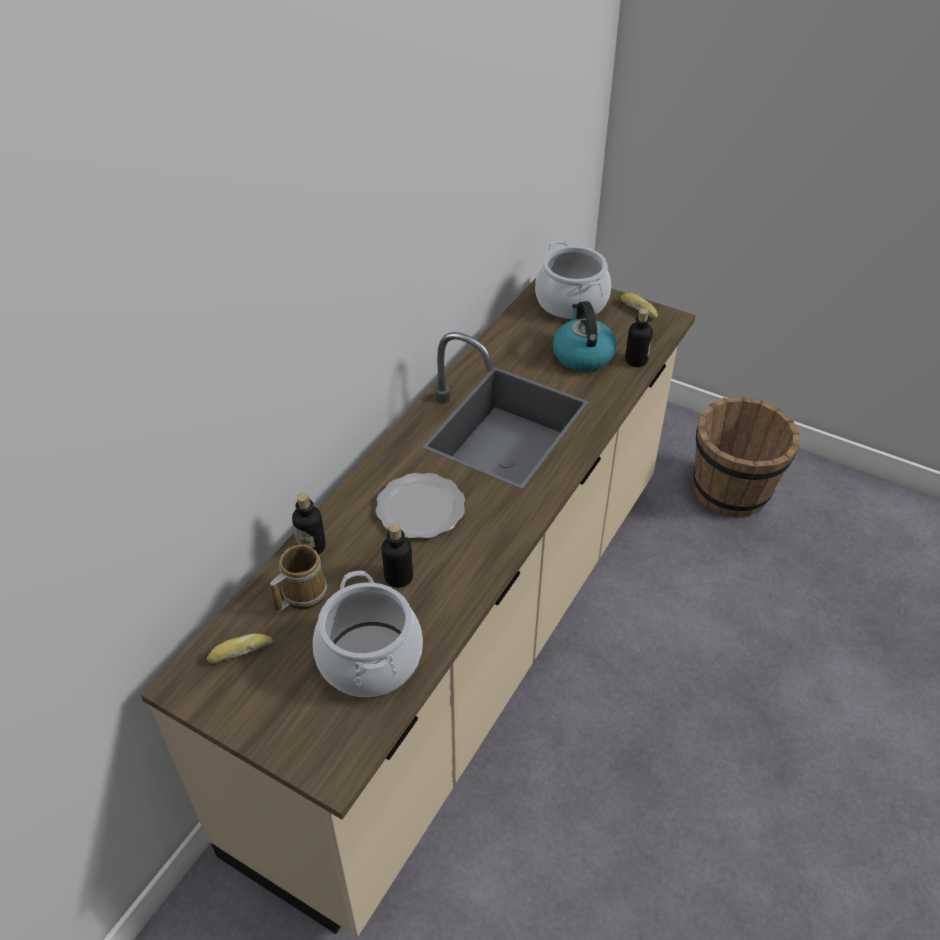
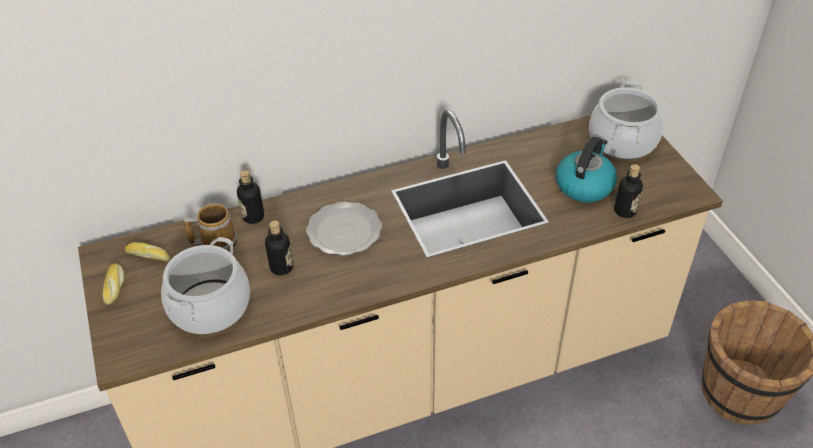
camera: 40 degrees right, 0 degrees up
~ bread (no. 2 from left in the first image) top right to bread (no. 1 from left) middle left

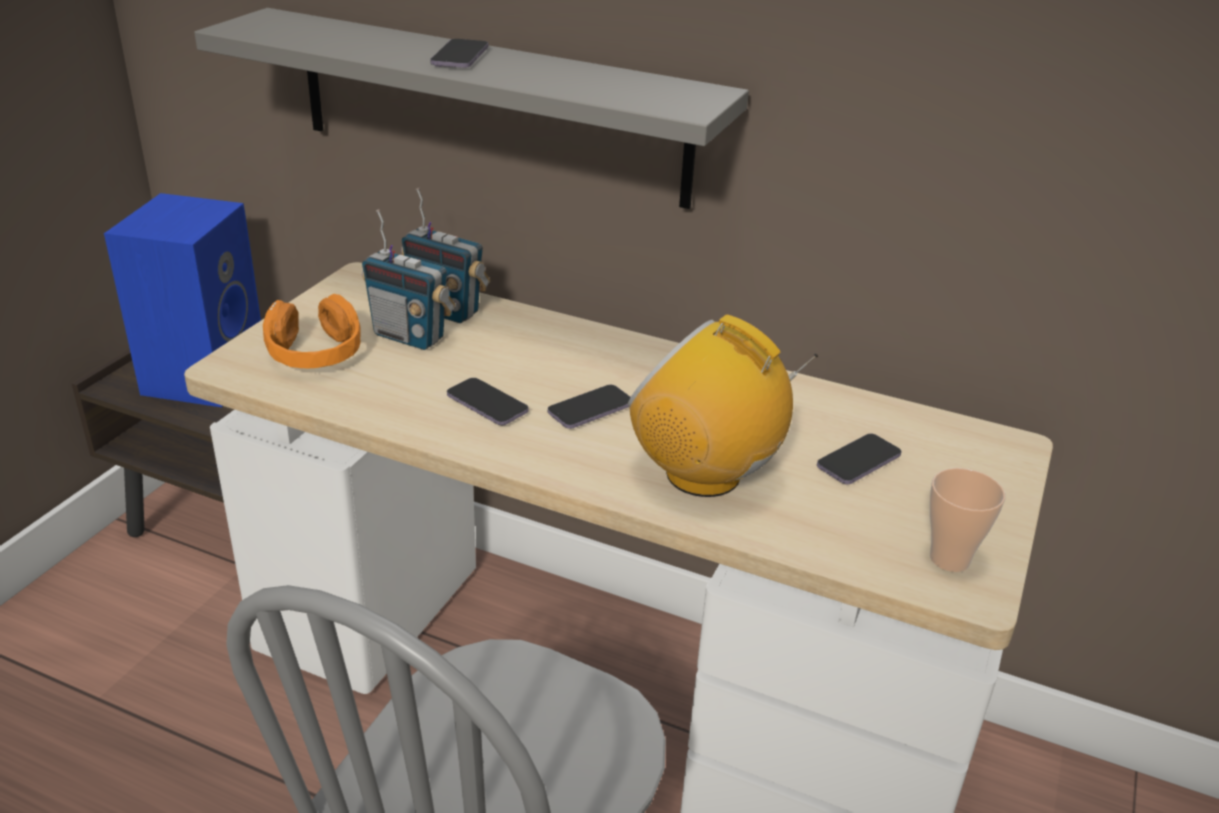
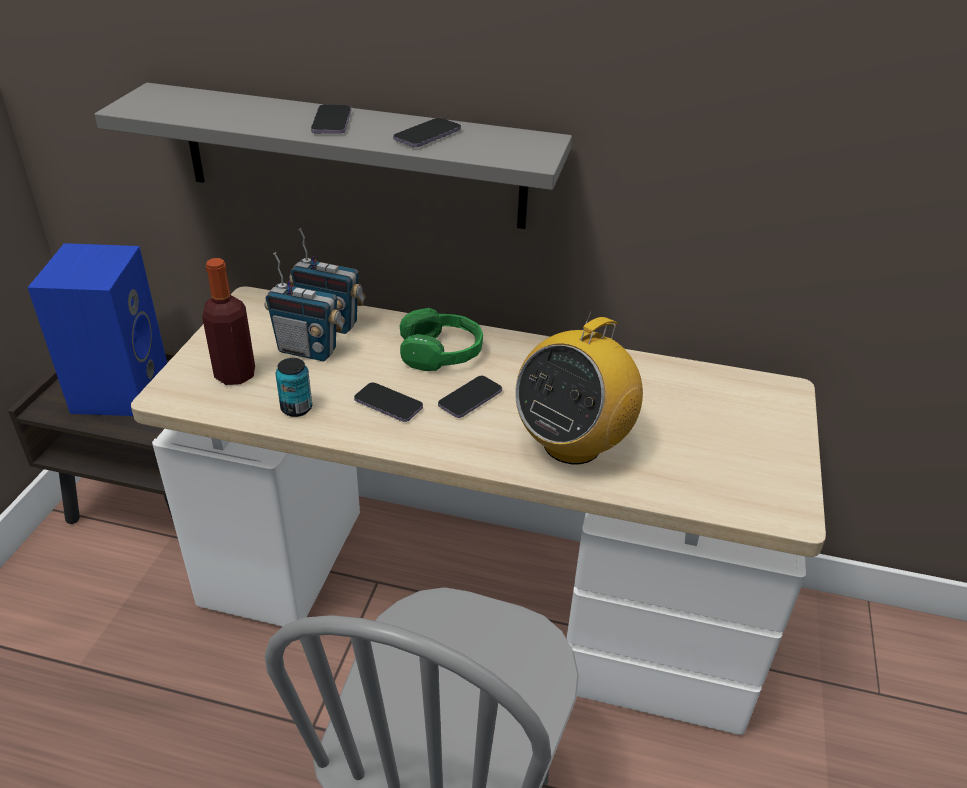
camera: 10 degrees left, 5 degrees up
~ headphones (orange) middle left to bottle middle left
~ radio (no. 3 from left) centre = centre 75 degrees counterclockwise
~ phone (no. 4 from left in the first image) middle right to phone (no. 3 from left) top centre
- cup middle right
+ can middle left
+ headphones (green) centre

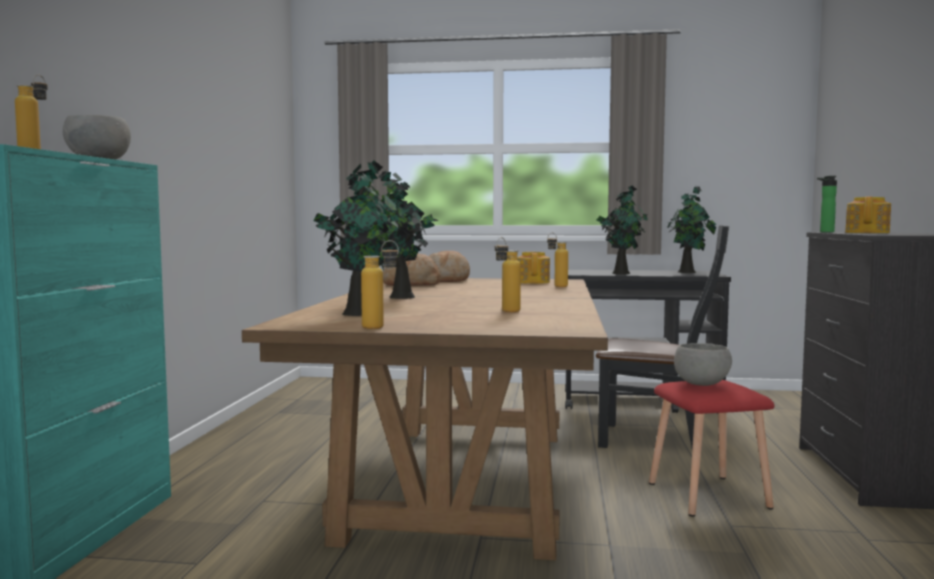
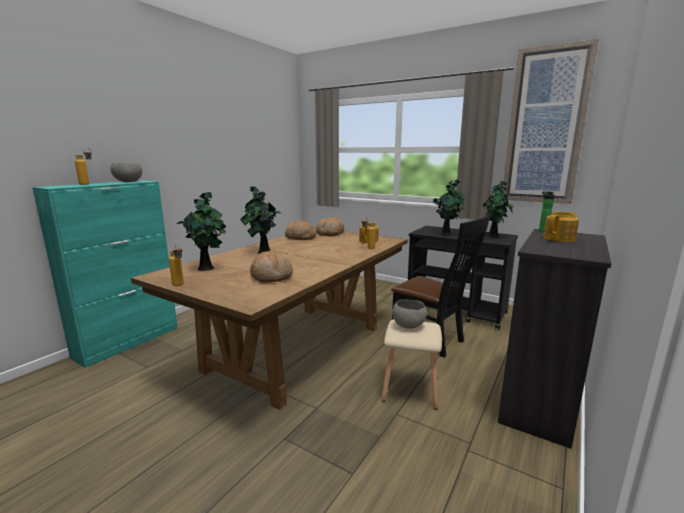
camera: 25 degrees right, 10 degrees up
~ bottle (no. 3 from left) centre to bread (no. 1 from left) centre
~ stool (red) bottom right to stool (beige) bottom centre
+ picture top right

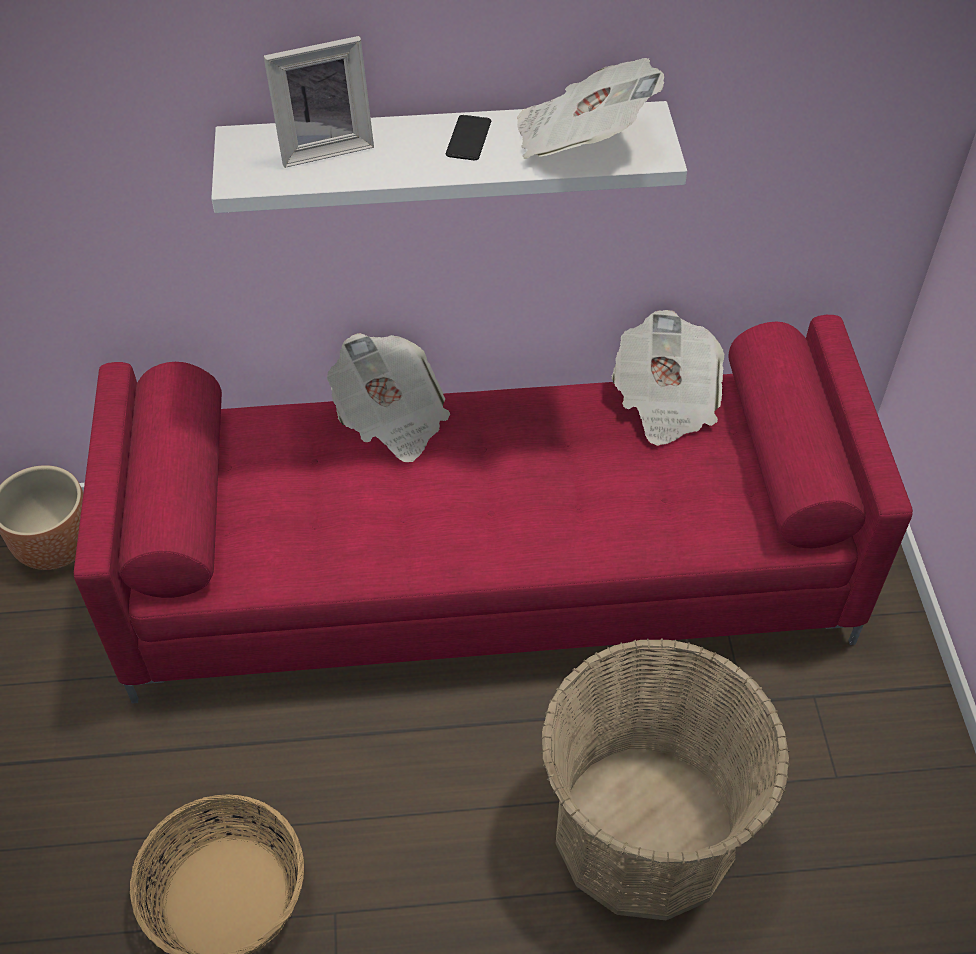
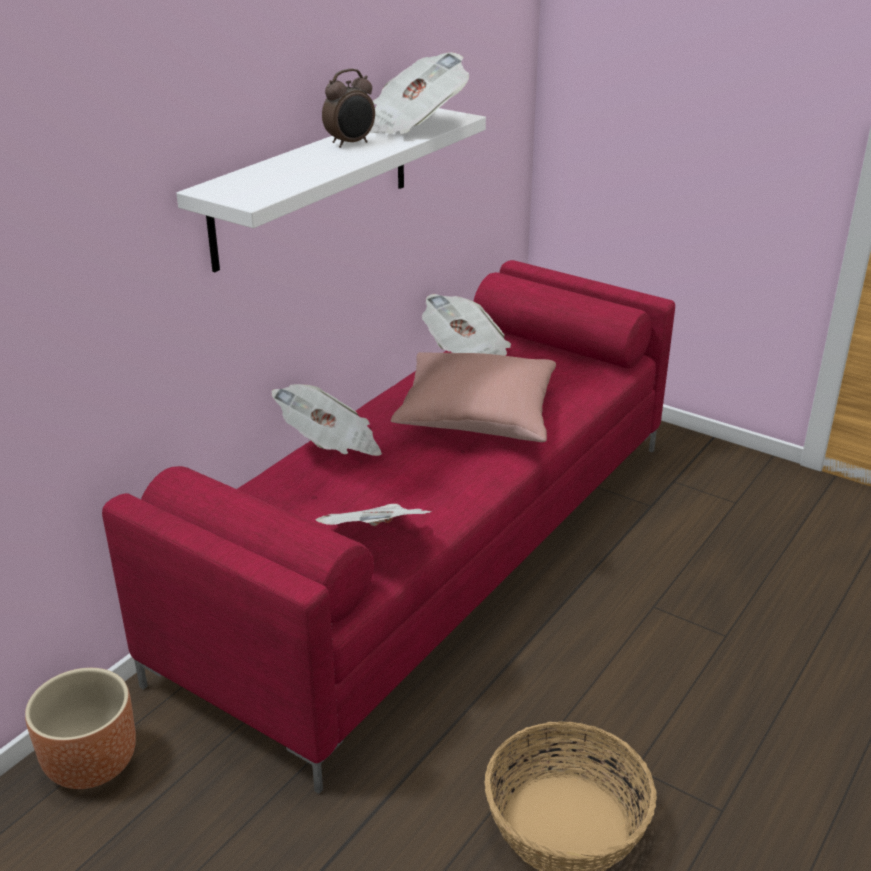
camera: 50 degrees left, 20 degrees down
- picture frame top left
~ phone top centre to alarm clock top centre
- basket (no. 2 from left) bottom right
+ newspaper (no. 2 from left) centre
+ pillow (pink) centre

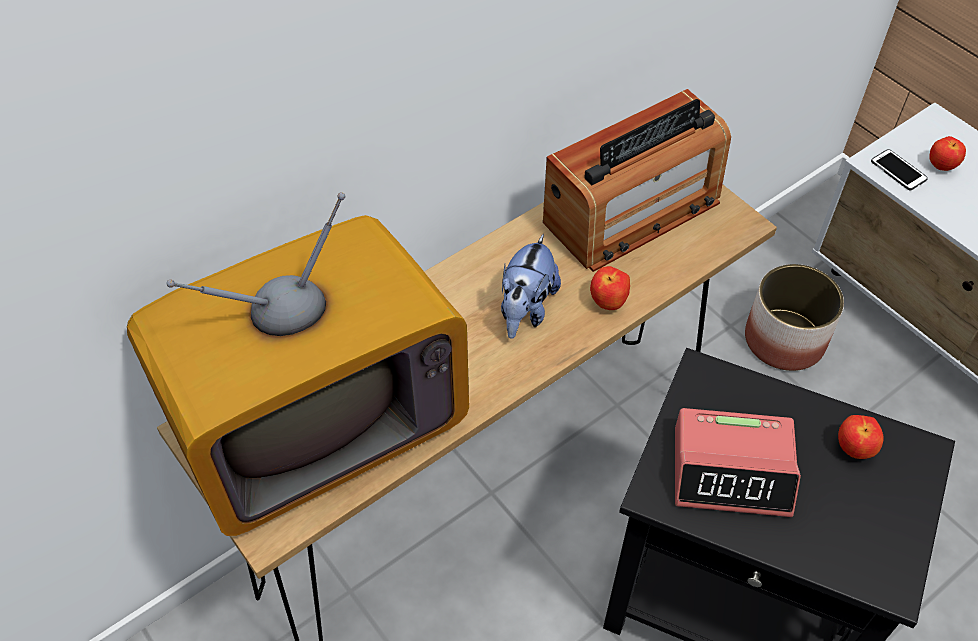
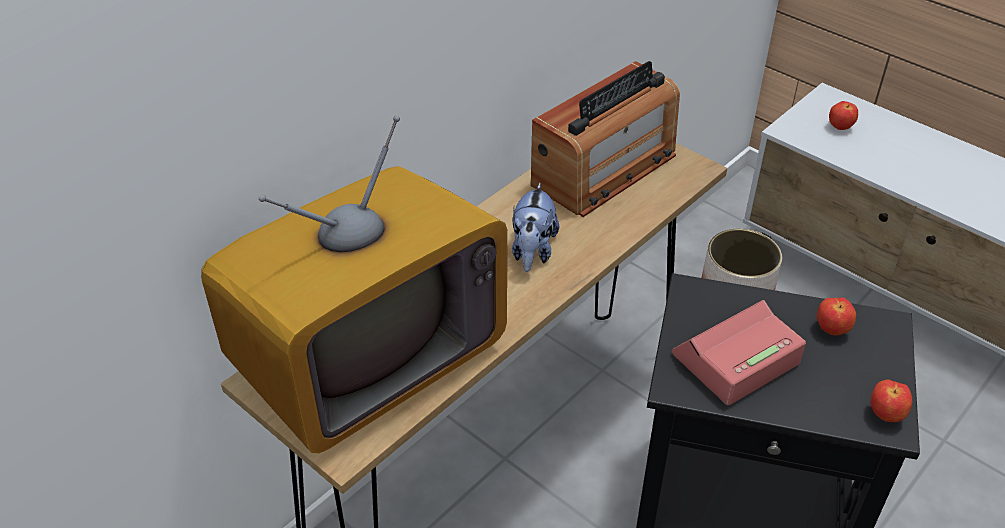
camera: 10 degrees left, 10 degrees down
~ apple (no. 1 from left in the first image) centre to apple (no. 3 from left) bottom right
~ alarm clock bottom right = bottom right 150 degrees clockwise
- phone top right

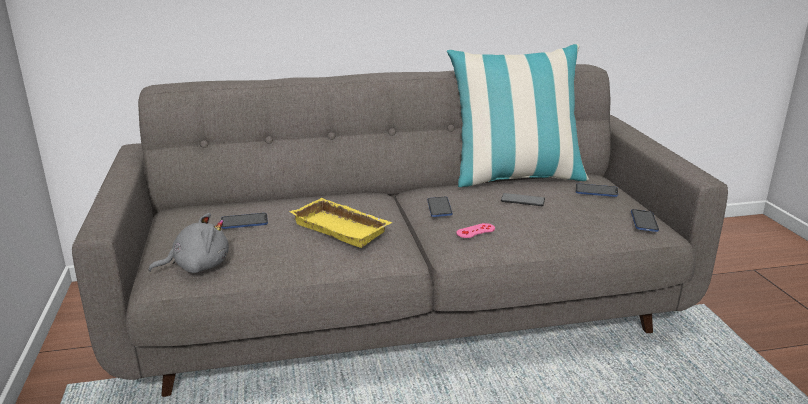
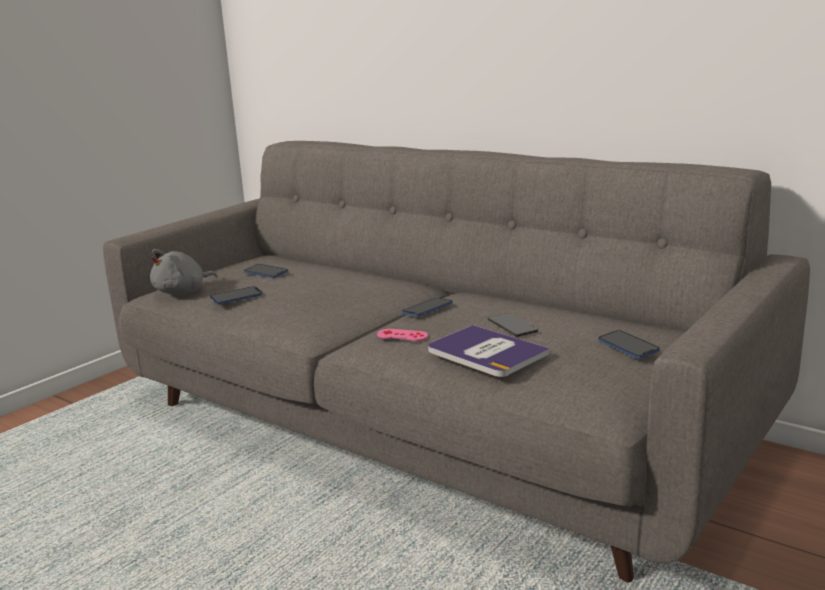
camera: 50 degrees right, 5 degrees down
~ plush toy (grey) middle left = middle left 105 degrees clockwise
- tray (yellow) centre
- pillow top centre
~ phone (no. 5 from left in the first image) middle right to phone (no. 1 from left) middle left
+ book centre

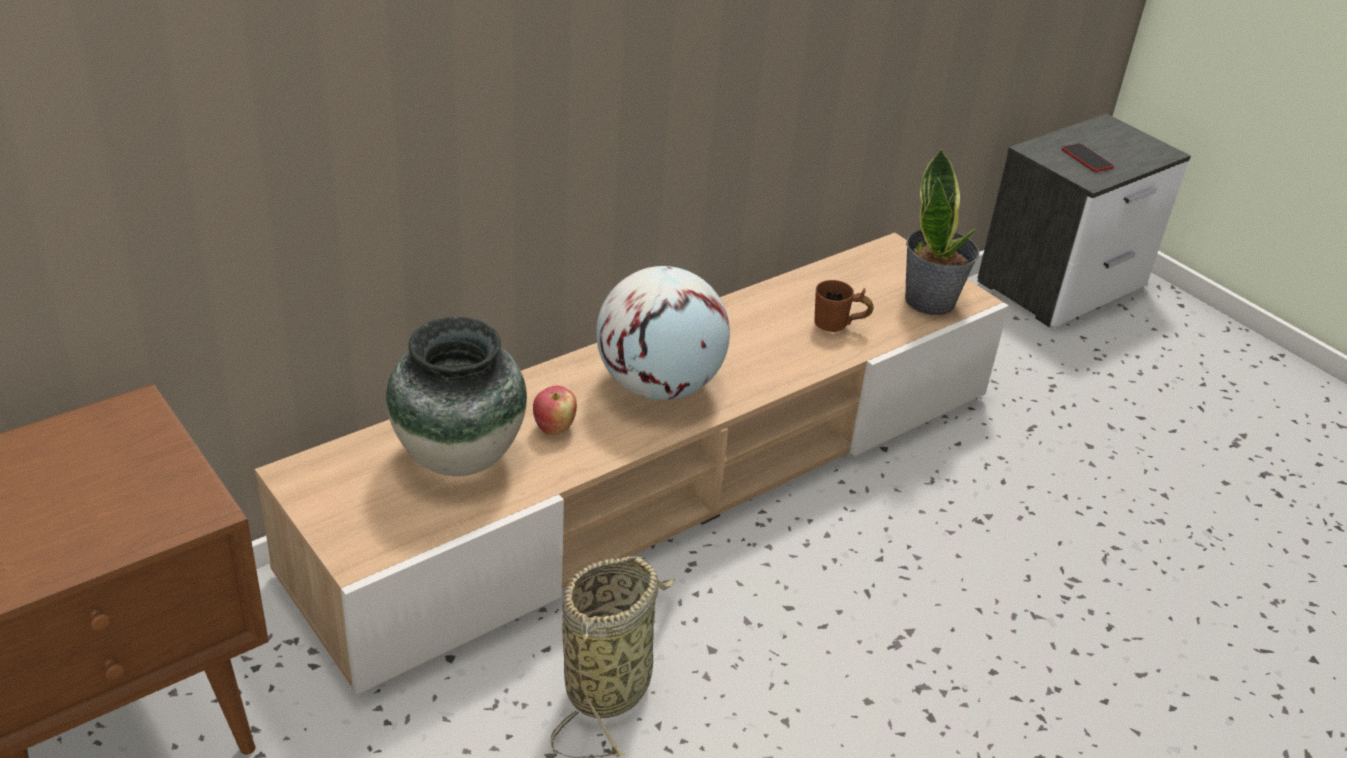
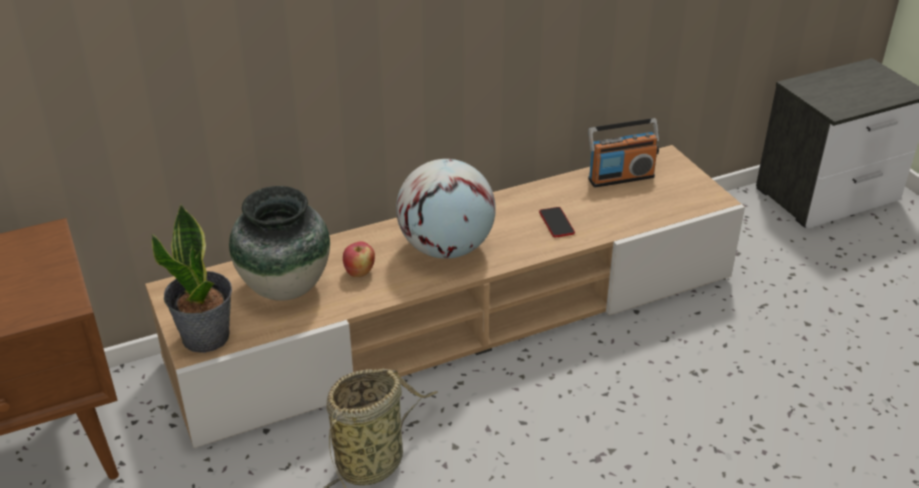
camera: 15 degrees right, 0 degrees up
- mug (brown) centre
~ potted plant top right to middle left
~ phone top right to centre
+ radio top right

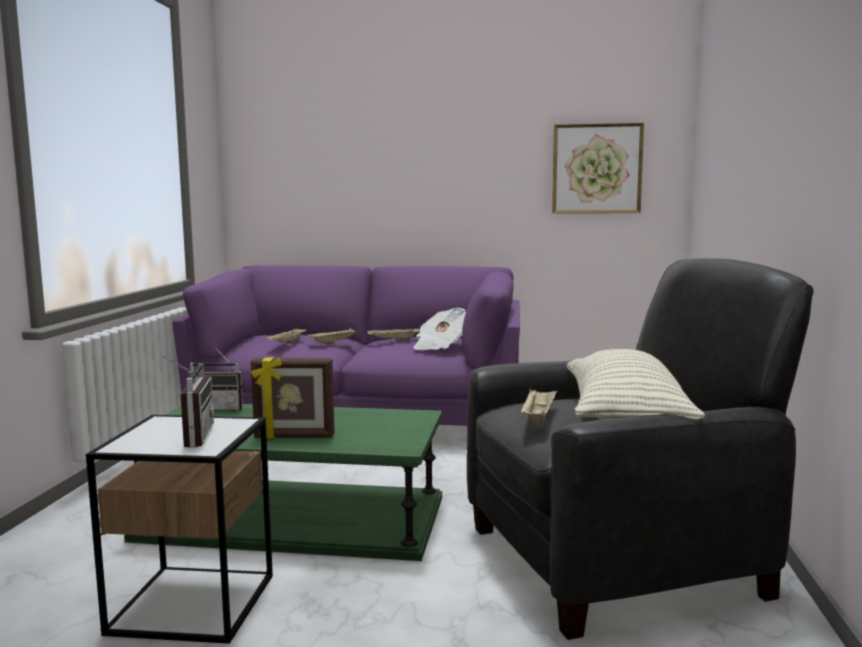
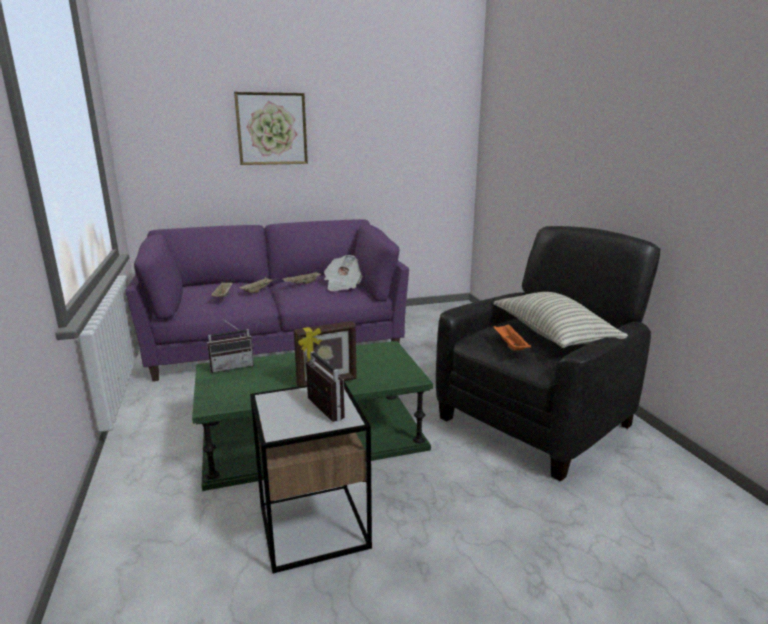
camera: 25 degrees left, 10 degrees up
~ tray (beige) (no. 4 from left) centre to tray (orange) middle right
~ picture top right to top centre

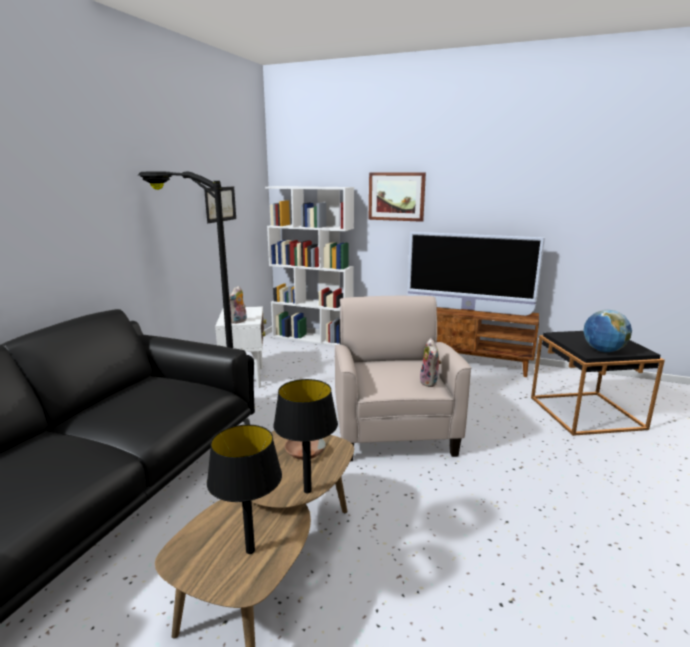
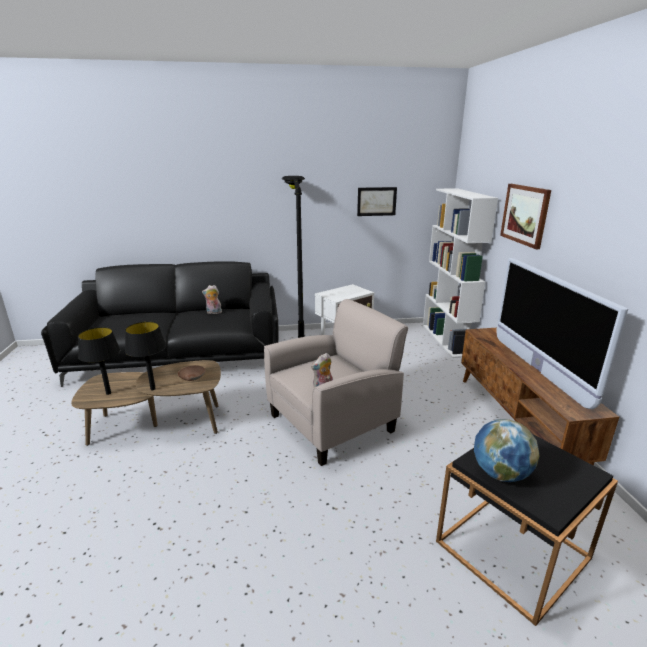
camera: 60 degrees right, 5 degrees up
~ plush toy (no. 1 from left) centre to middle left

